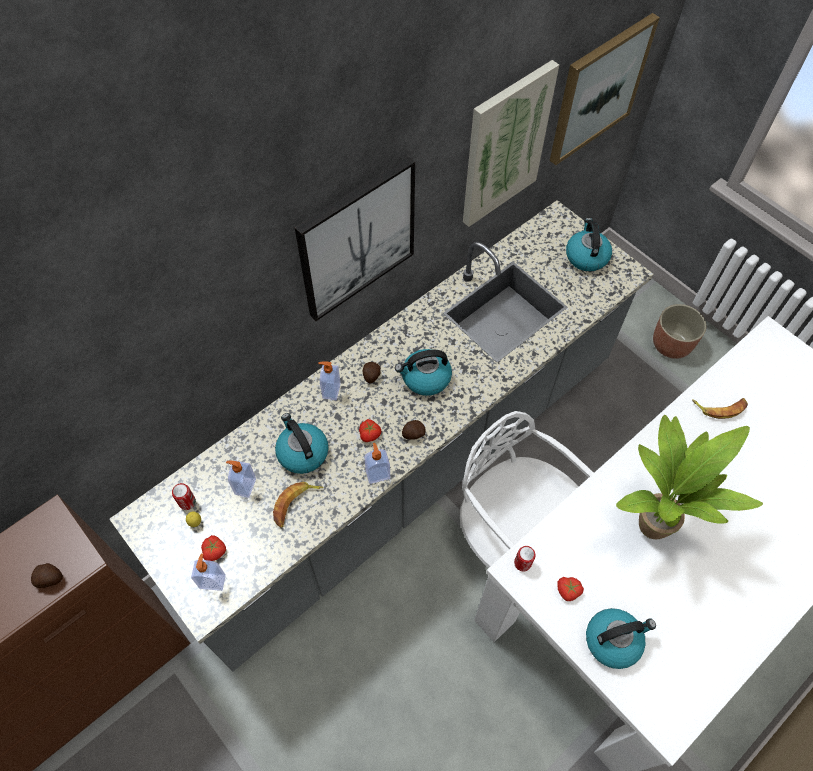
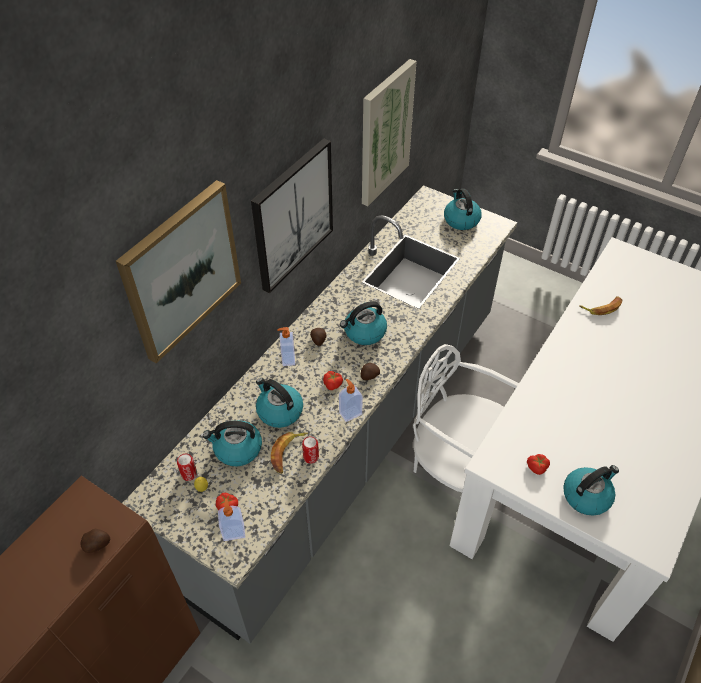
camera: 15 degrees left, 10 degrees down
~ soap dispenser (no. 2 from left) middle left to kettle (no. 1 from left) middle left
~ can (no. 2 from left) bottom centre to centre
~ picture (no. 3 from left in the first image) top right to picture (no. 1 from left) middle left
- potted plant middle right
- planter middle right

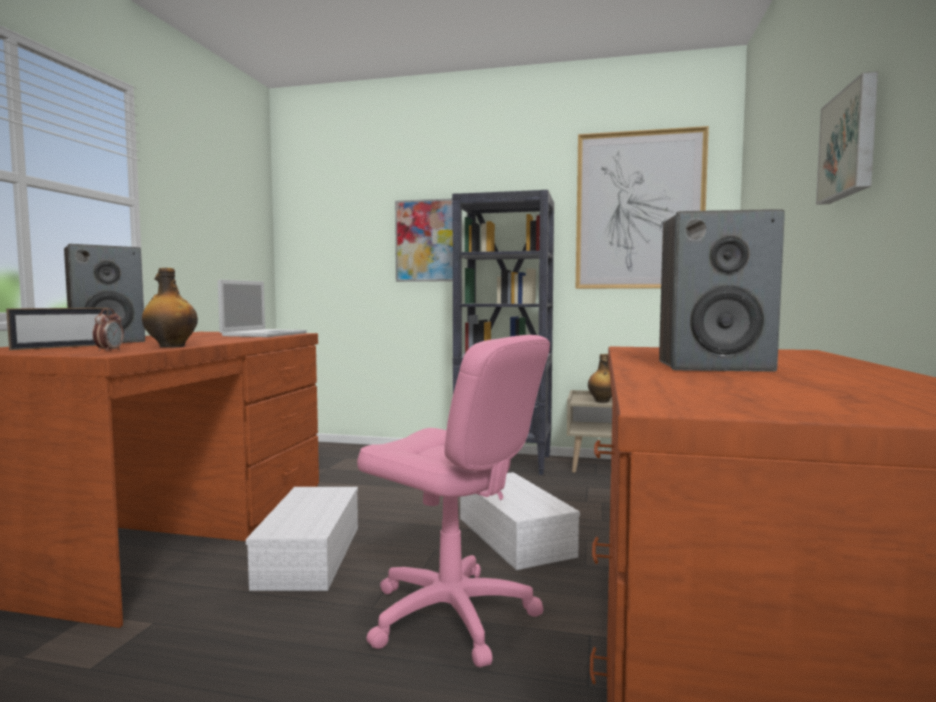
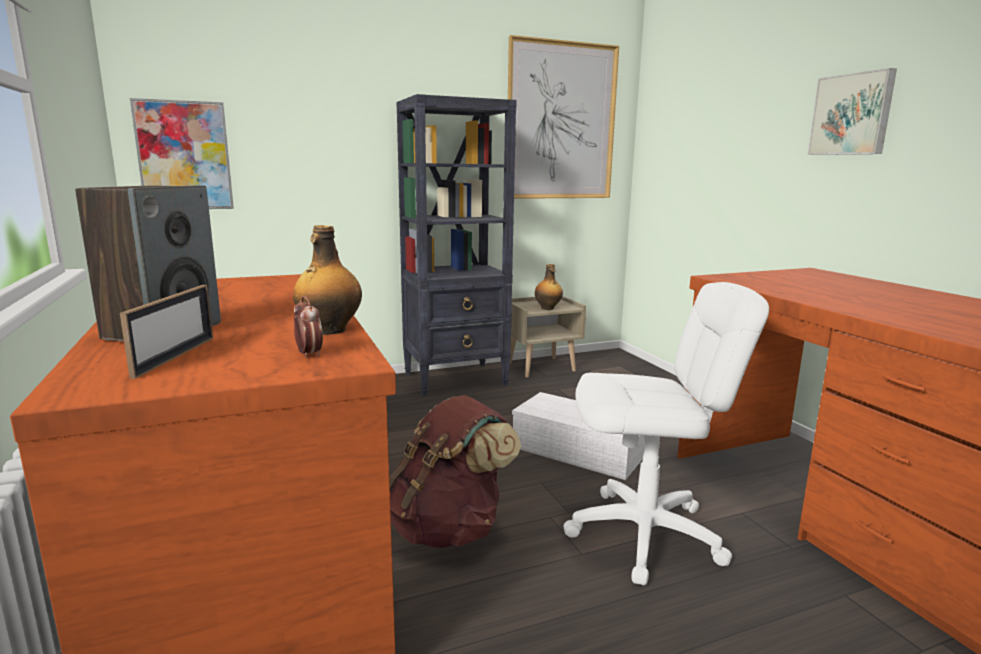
camera: 35 degrees left, 10 degrees up
- laptop middle left
~ storage box (white) (no. 1 from left) bottom left to backpack (brown) bottom centre
~ office chair (pink) bottom centre to office chair (white) middle right
~ picture (no. 1 from left) centre to top left
- speaker (no. 2 from left) middle right

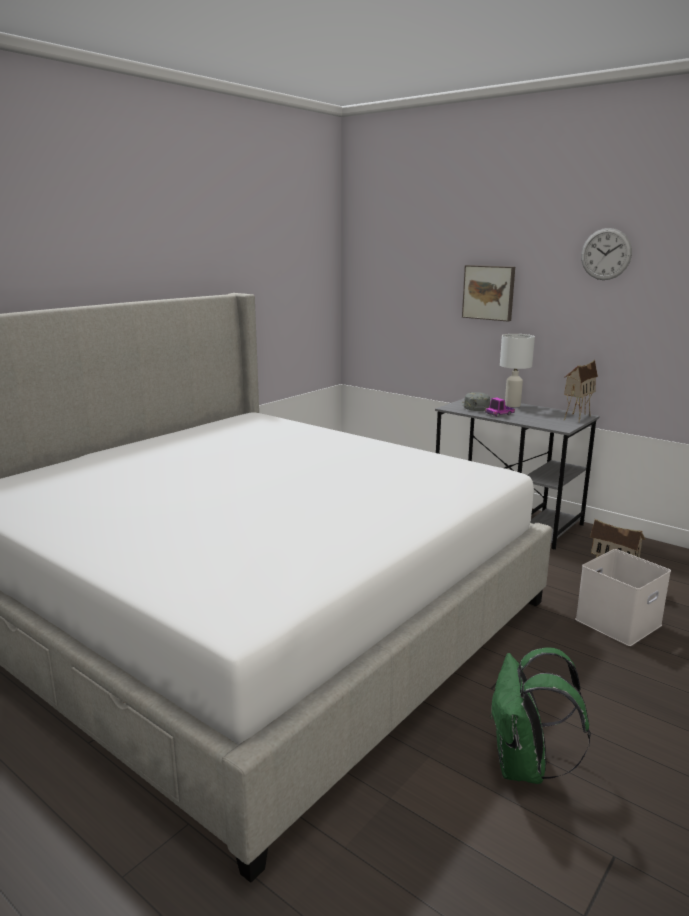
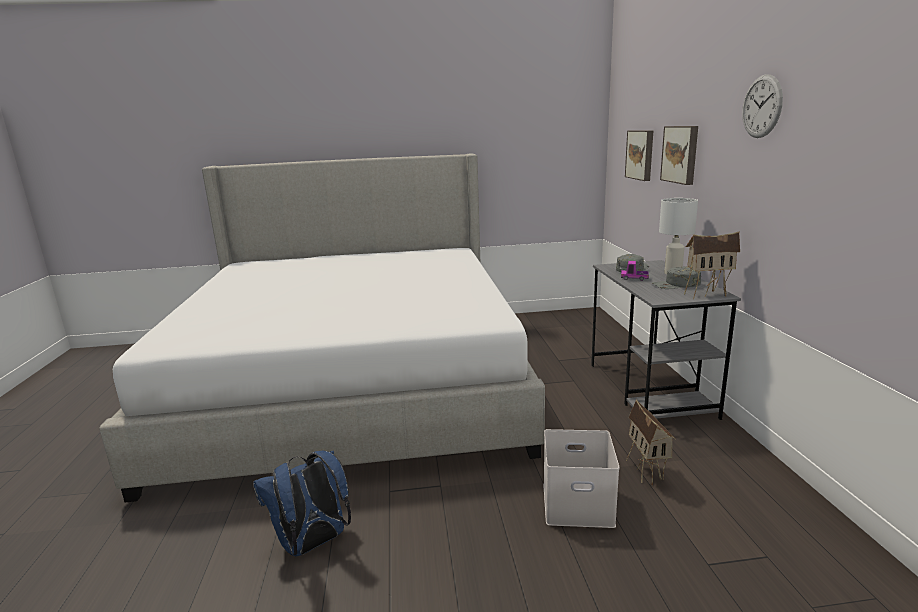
camera: 45 degrees right, 0 degrees up
~ backpack (green) bottom right to backpack (blue) bottom left
+ picture (no. 1 from left) top right
+ cap (grey) (no. 2 from left) middle right

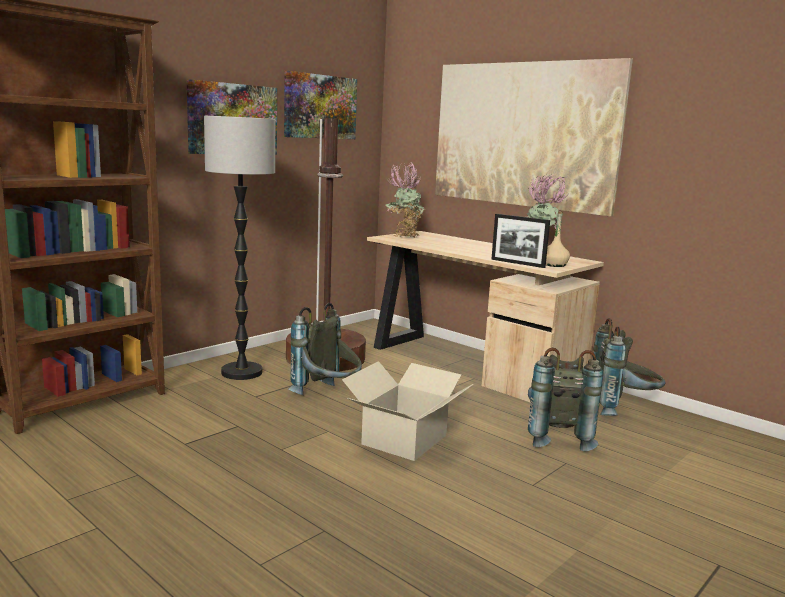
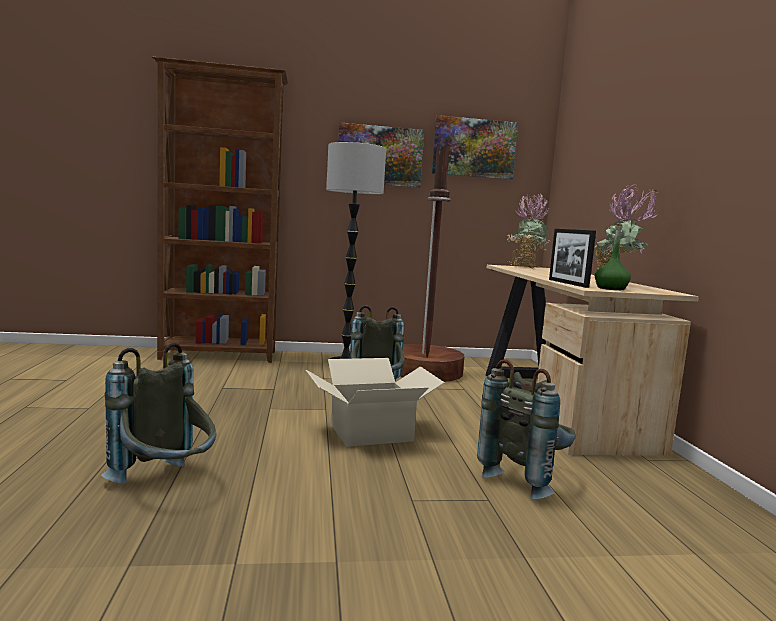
camera: 40 degrees right, 5 degrees down
- picture (no. 3 from left) top right
~ bottle (beige) middle right to bottle (green) middle right
~ backpack (grey) (no. 3 from left in the first image) middle right to backpack (grey) (no. 1 from left) middle left

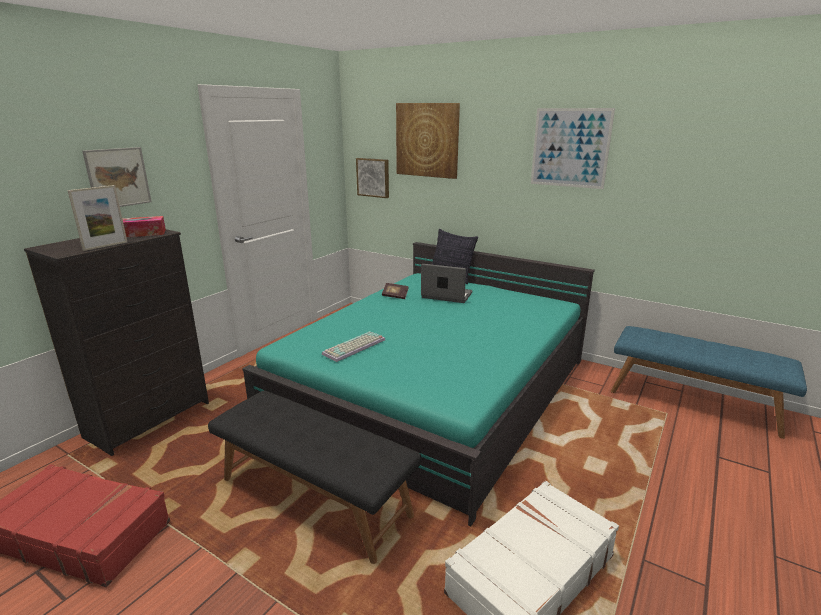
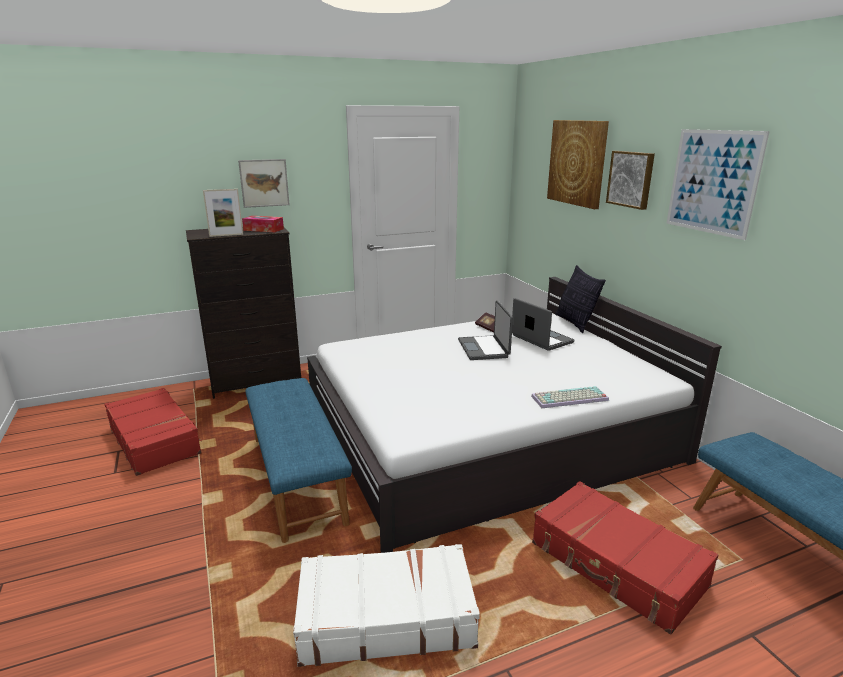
camera: 35 degrees right, 0 degrees up
~ bench (black) bottom centre to bench (blue) (no. 1 from left) bottom centre
~ bed (turquoise) centre to bed (white) centre
~ keyboard centre to middle right
~ picture (no. 2 from left in the first image) top centre to picture (no. 3 from left) top right
+ laptop (no. 1 from left) centre
+ suitcase (red) (no. 2 from left) bottom right

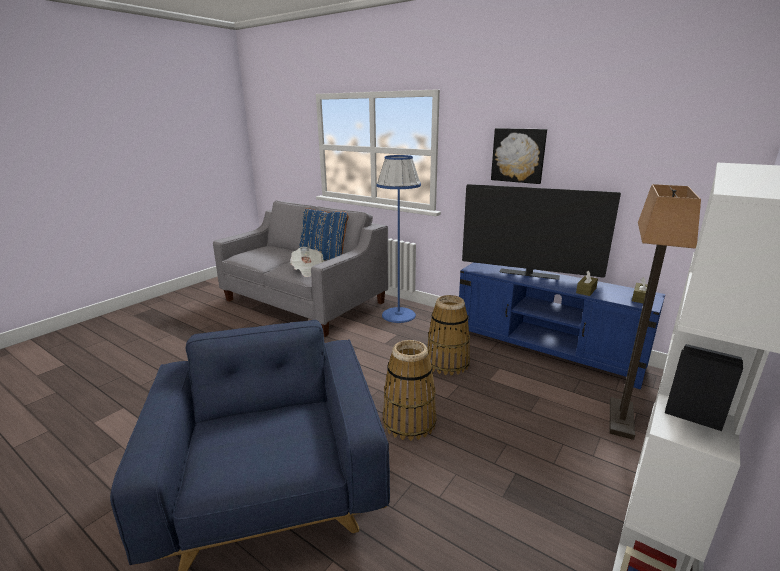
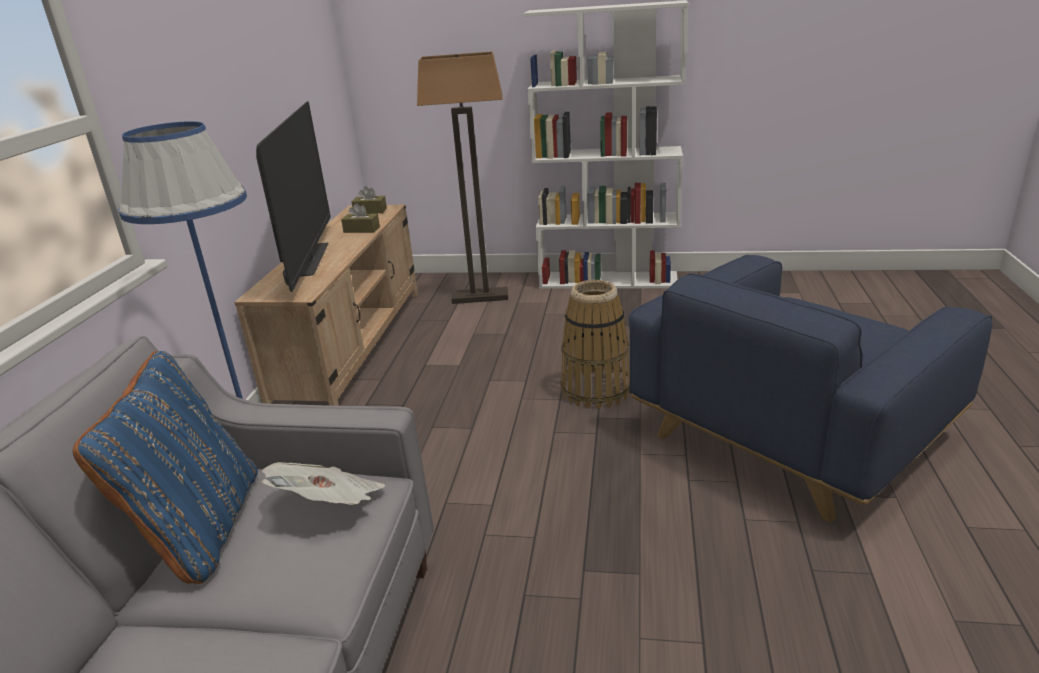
camera: 115 degrees left, 5 degrees up
- basket (no. 2 from left) centre
~ tv stand (blue) middle right to tv stand (beige) middle left
- picture top centre

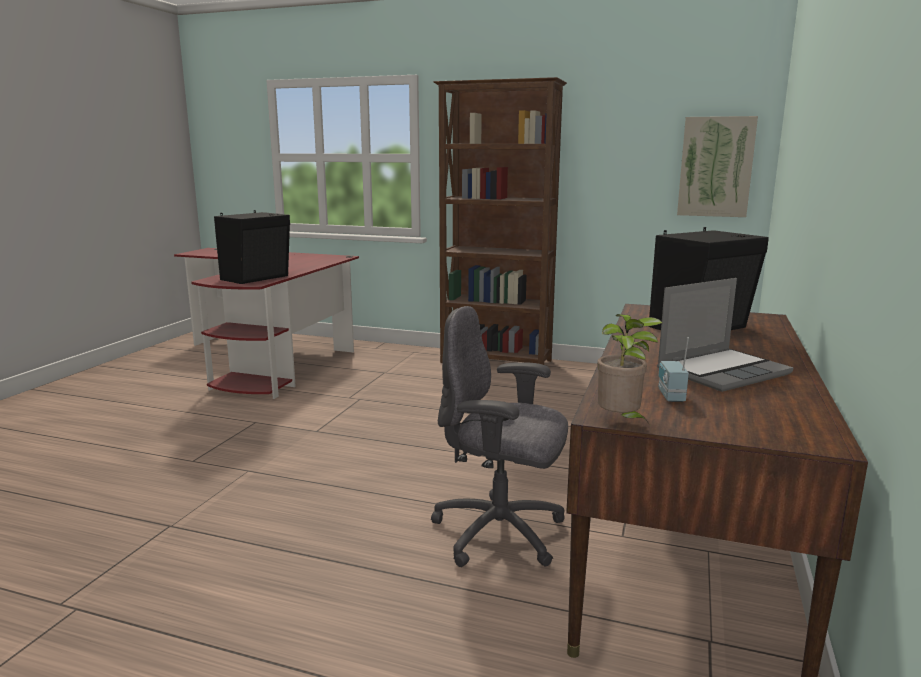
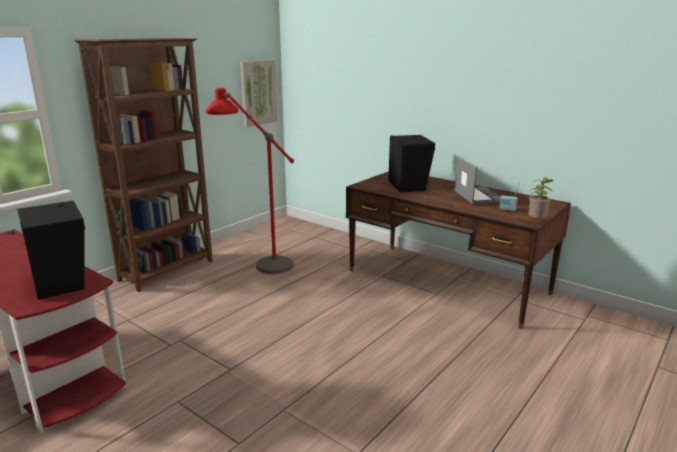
camera: 70 degrees left, 5 degrees up
- office chair (grey) centre
+ floor lamp (red) centre

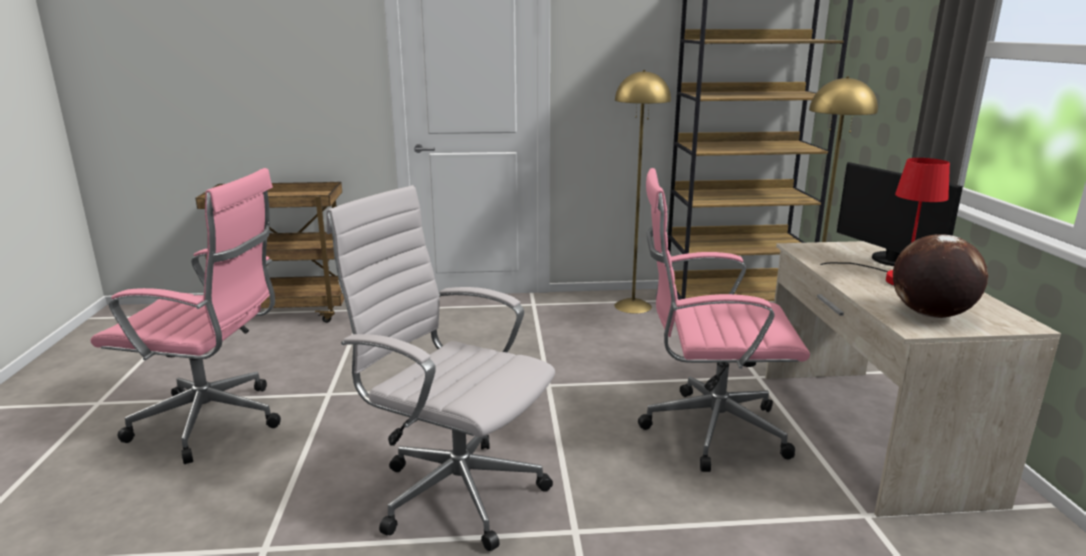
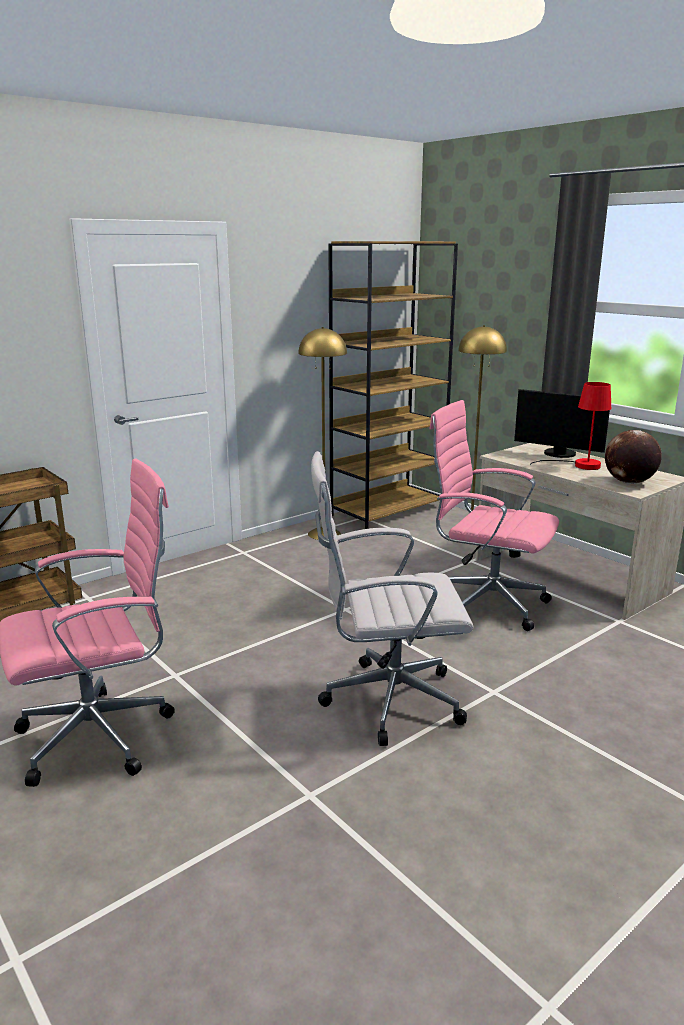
camera: 35 degrees left, 0 degrees up
~ office chair (pink) (no. 2 from left) middle right = middle right 60 degrees clockwise

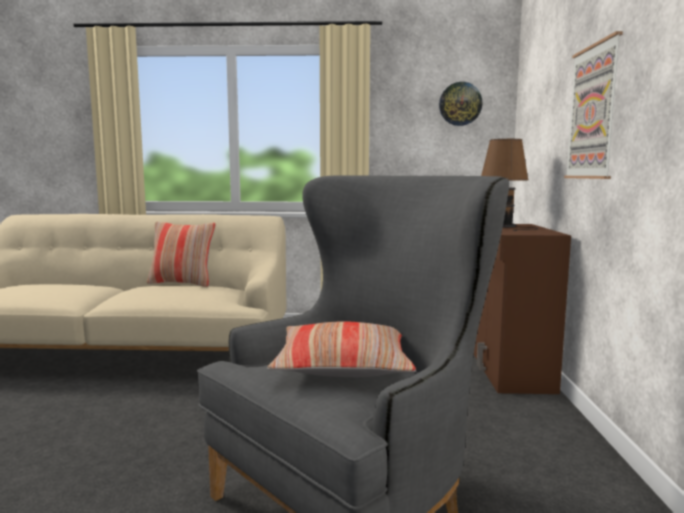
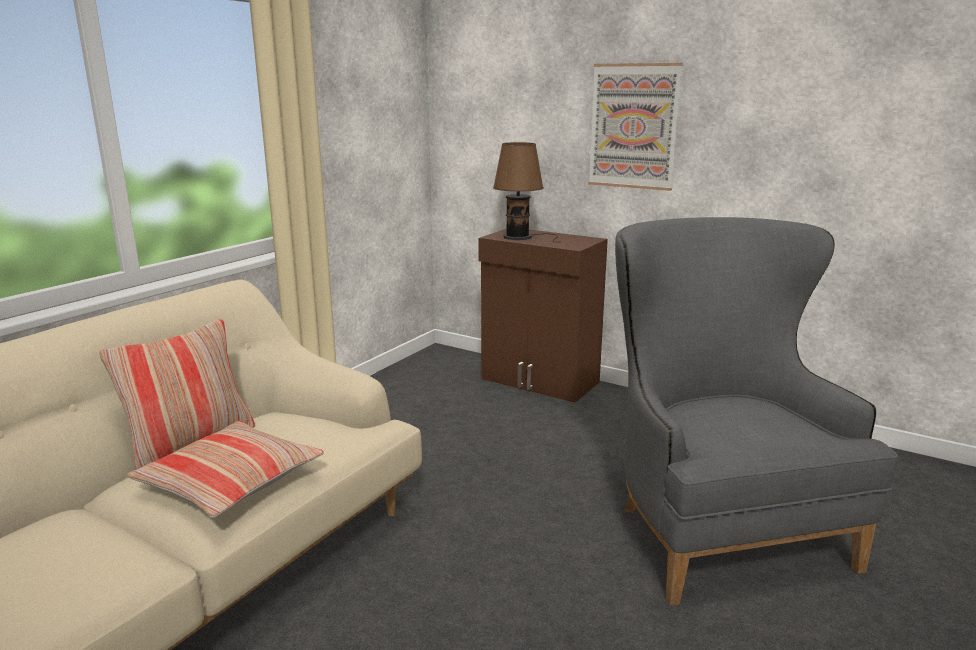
camera: 60 degrees left, 10 degrees up
~ pillow (no. 2 from left) bottom centre to bottom left
- wall clock top right

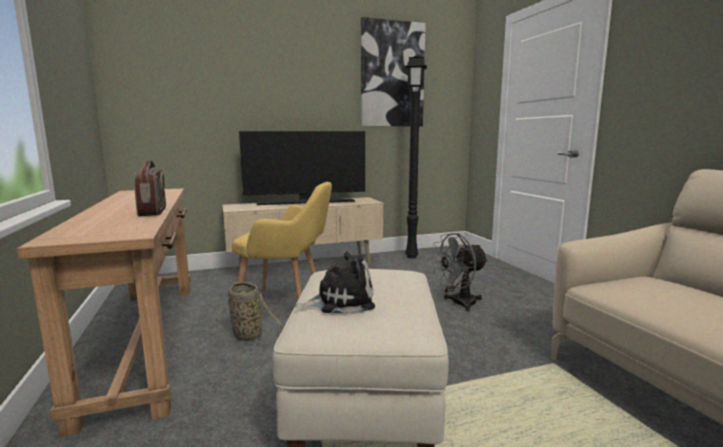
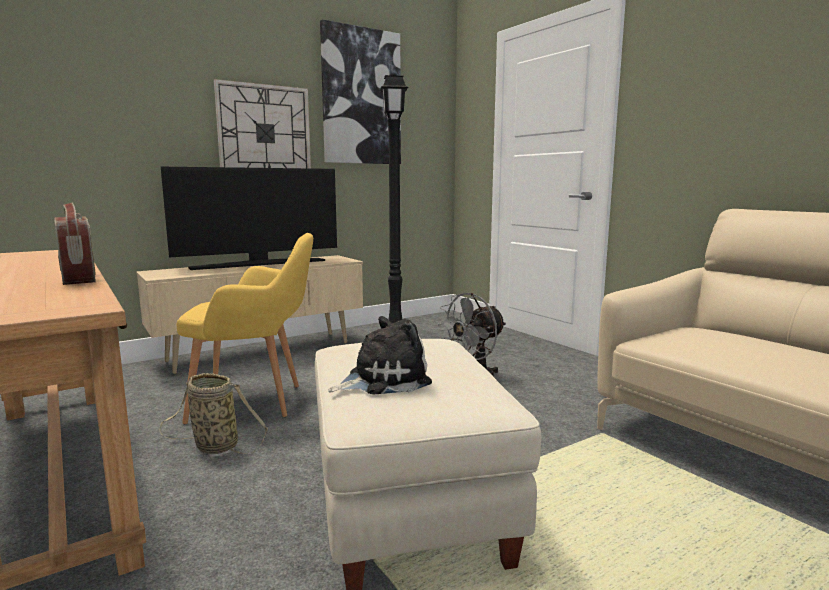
camera: 15 degrees left, 0 degrees up
+ wall clock top left

